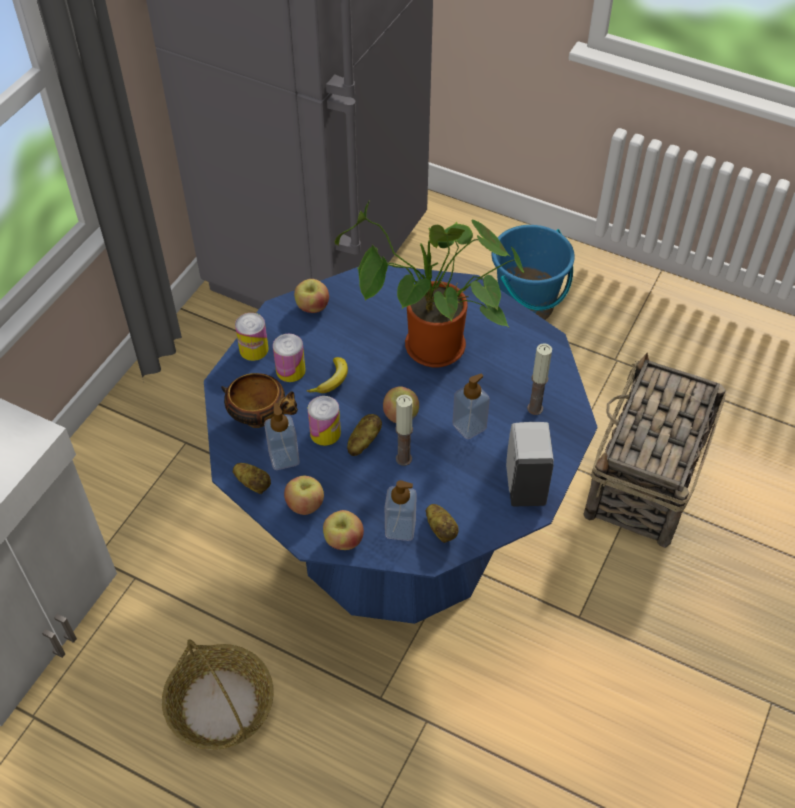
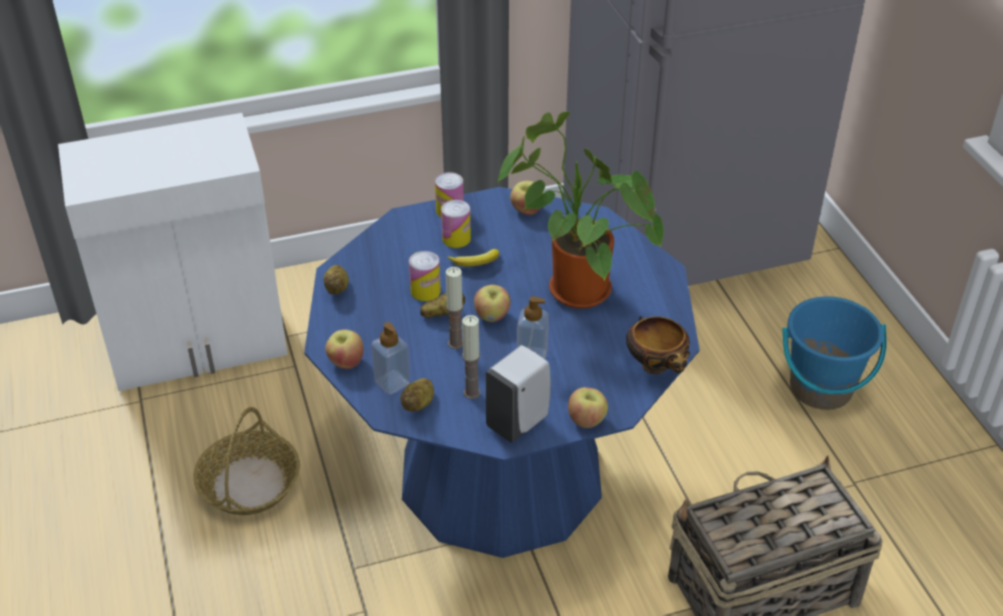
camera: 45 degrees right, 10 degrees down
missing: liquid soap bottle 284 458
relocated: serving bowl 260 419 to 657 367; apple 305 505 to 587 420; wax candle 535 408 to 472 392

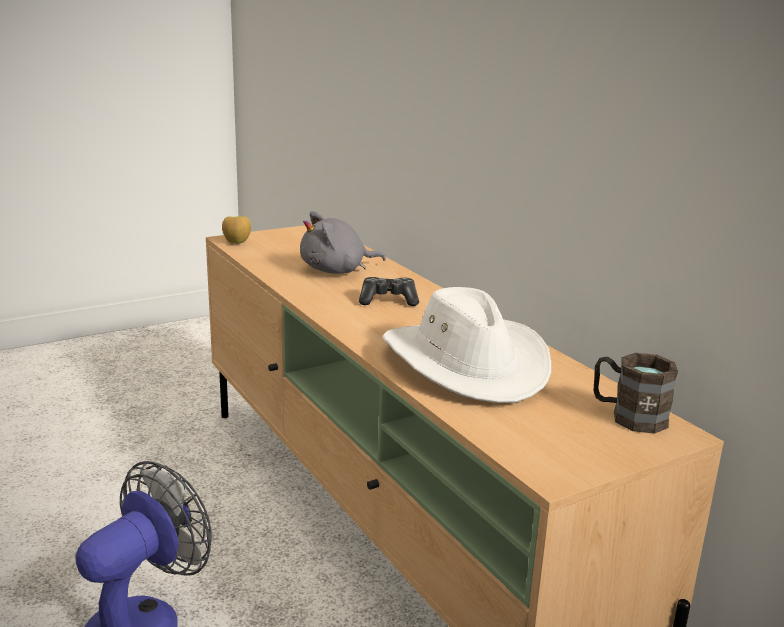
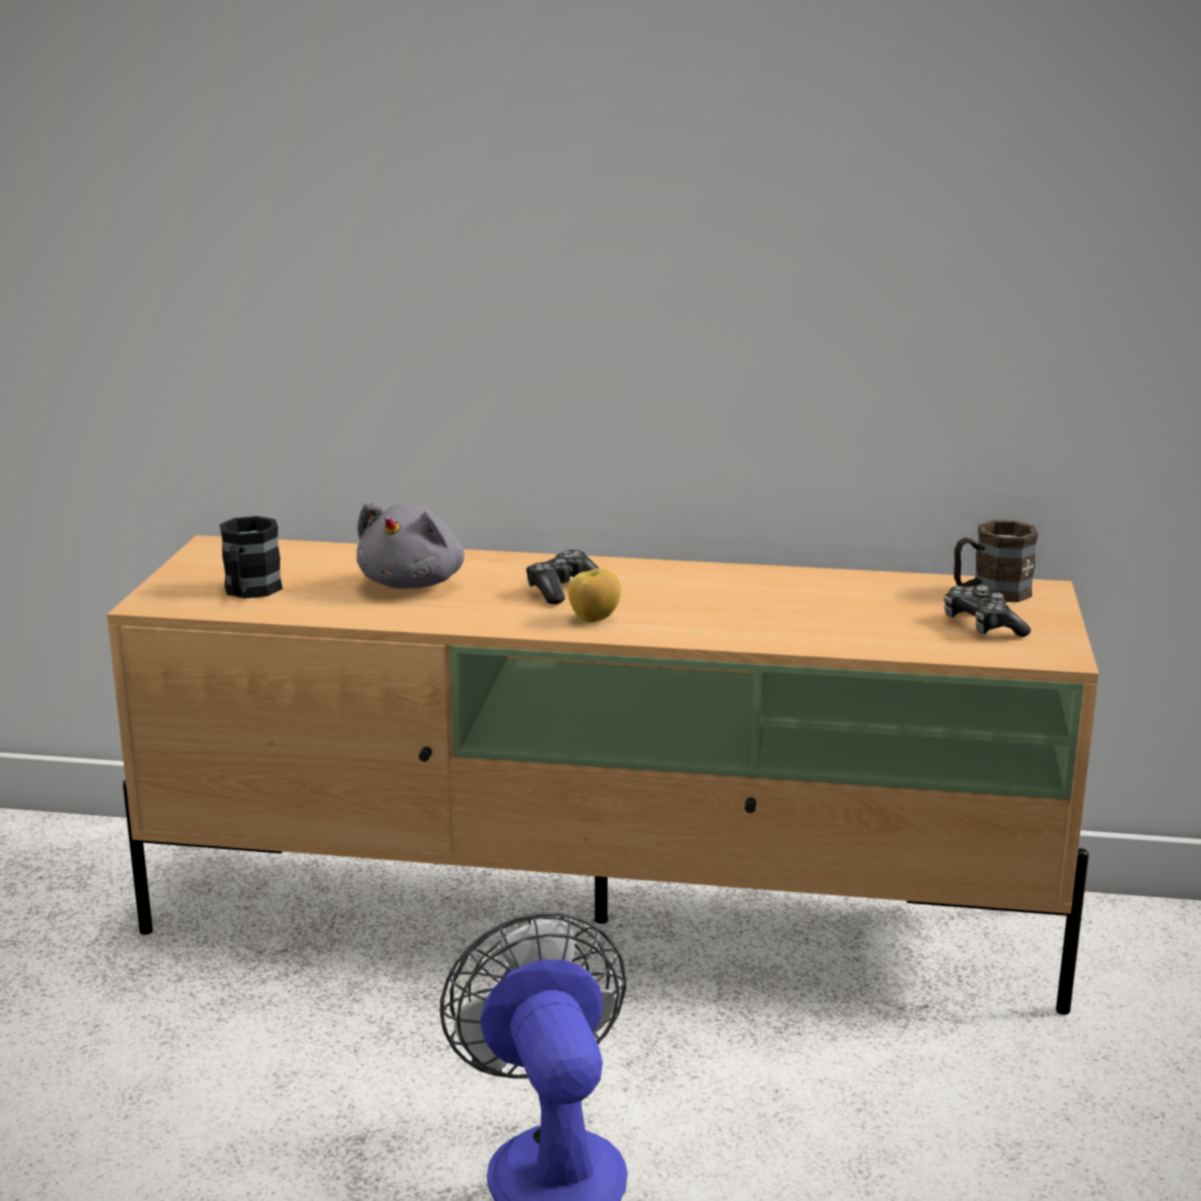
camera: 50 degrees left, 0 degrees up
missing: white wearable hat 467 363
appeared: black-coloured coffee mug 249 592; gamepad 981 626
relocated: apple 237 243 to 593 619

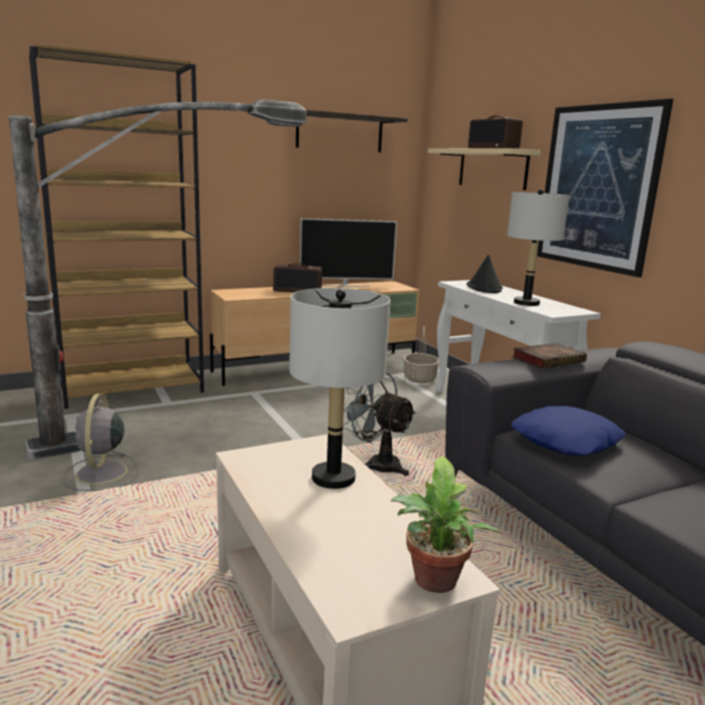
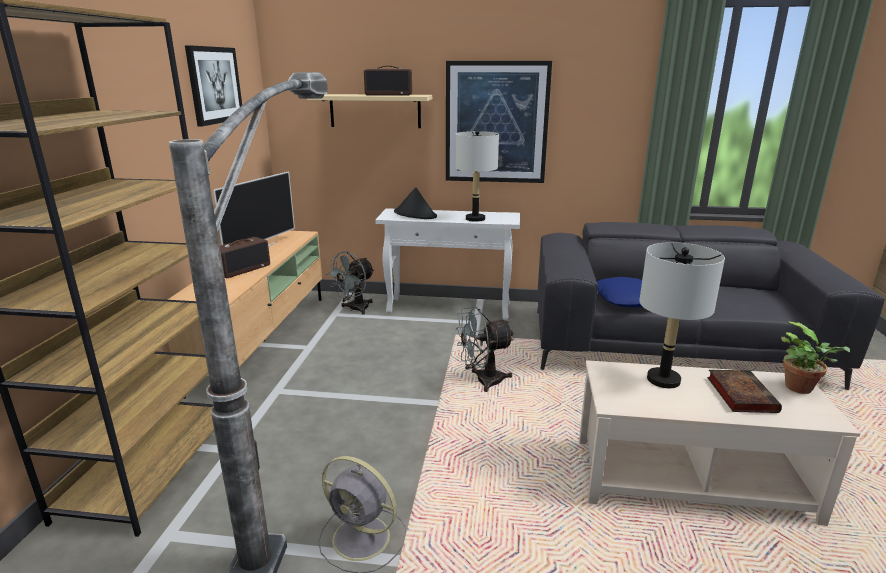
camera: 55 degrees left, 5 degrees up
relocated: bound book 549 359 to 739 394
exchanged: bracket shelf 340 132 to picture 214 85; basket 420 378 to gray cooling fan 354 309

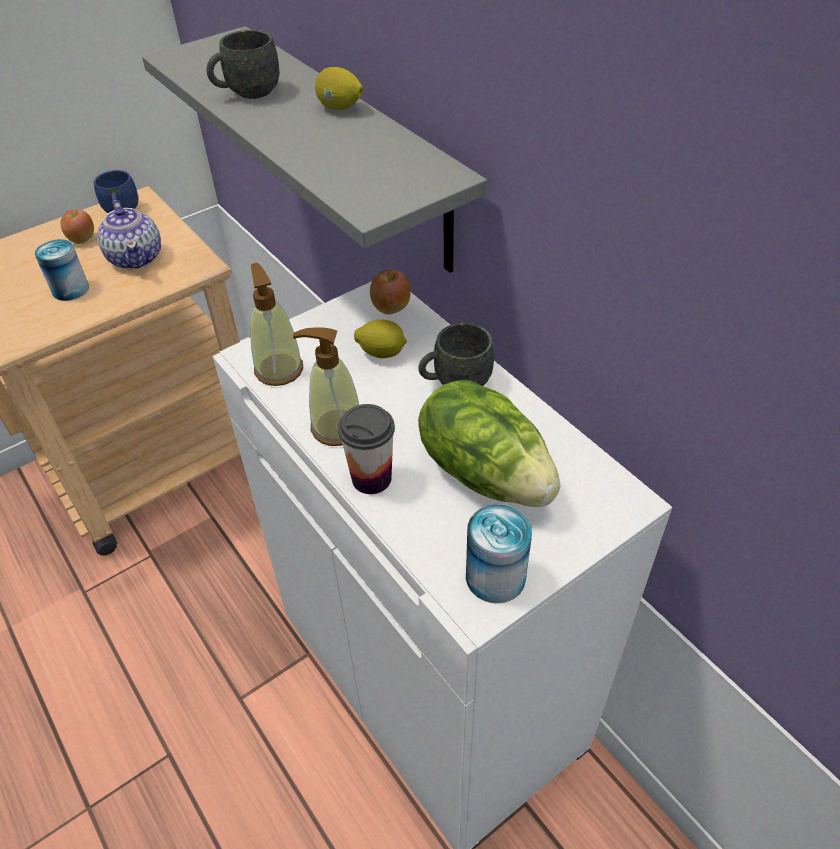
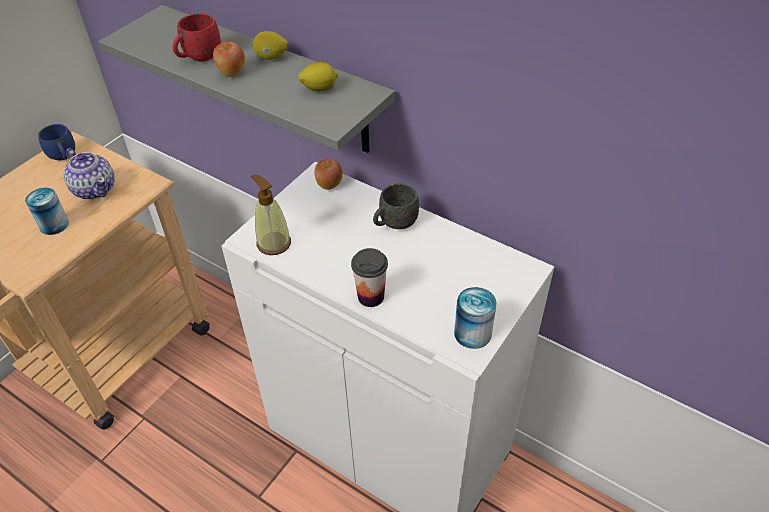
camera: 20 degrees left, 0 degrees up
missing: liquid soap bottle 336 427; head of lettuce 485 472
relocated: apple 82 239 to 231 73; whole lemon 382 353 to 319 89
colour: gray coffee mug 247 93 to red-coloured coffee mug 198 57

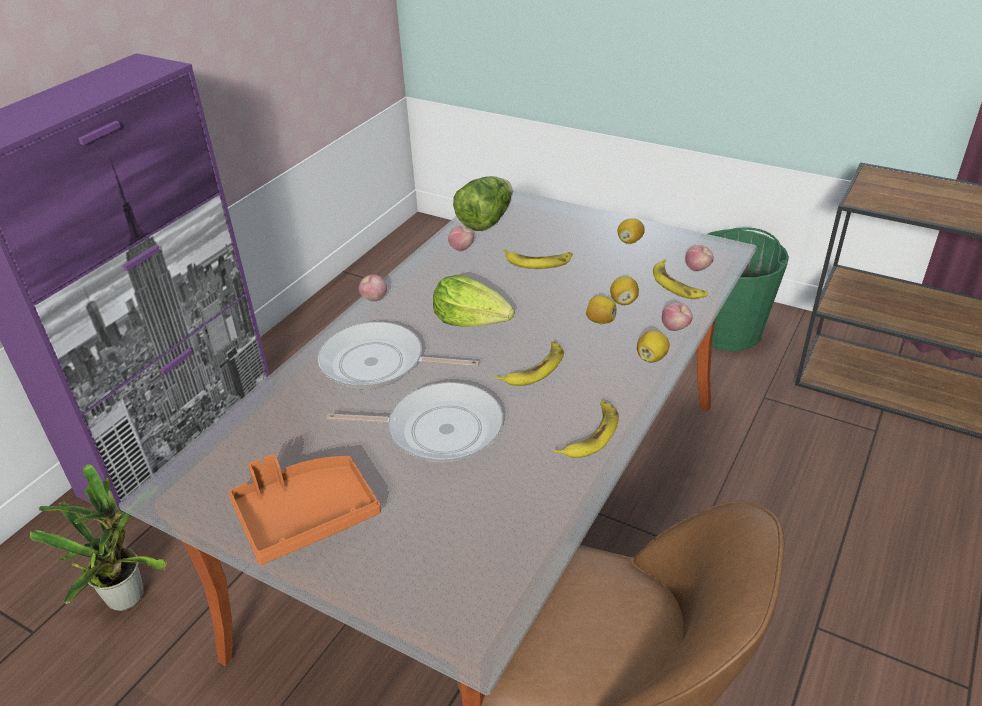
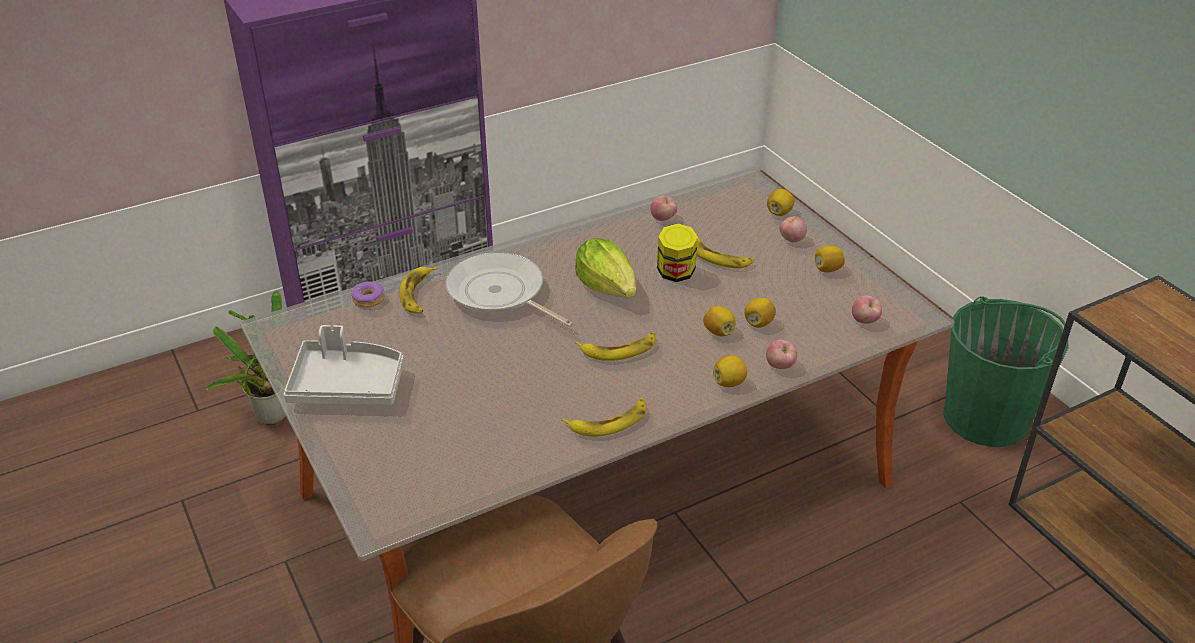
camera: 30 degrees right, 0 degrees up
missing: pan 438 429; head of lettuce 486 221
appeared: doughnut 368 299; preserve jar 676 273; whole lemon 779 212
relocated: apple 374 299 to 791 240; whole banana 677 285 to 418 294
colour: orange serving tray 306 516 to gray serving tray 347 385

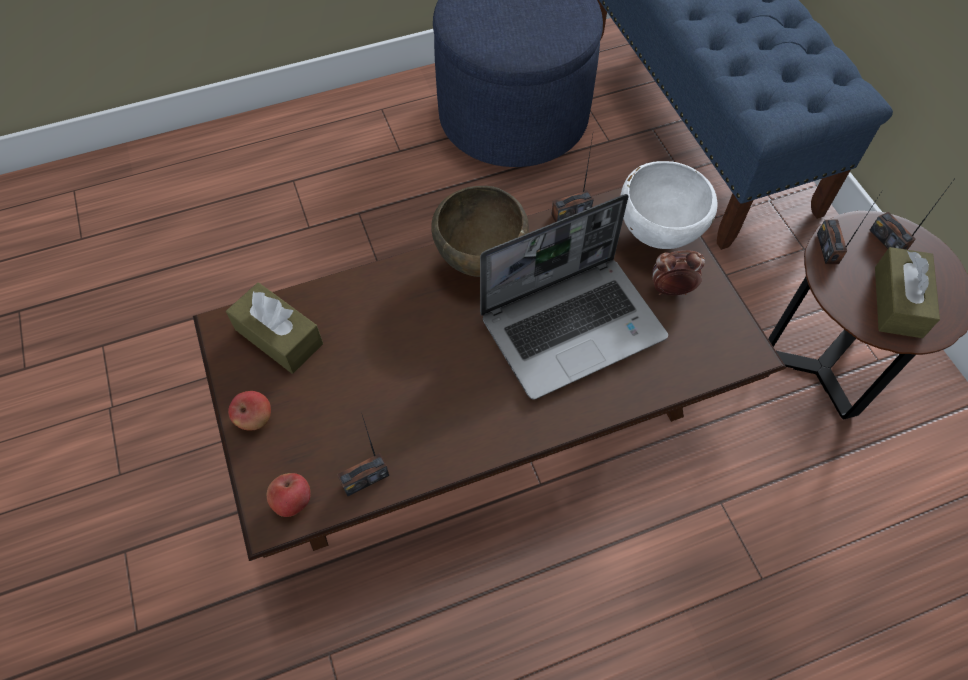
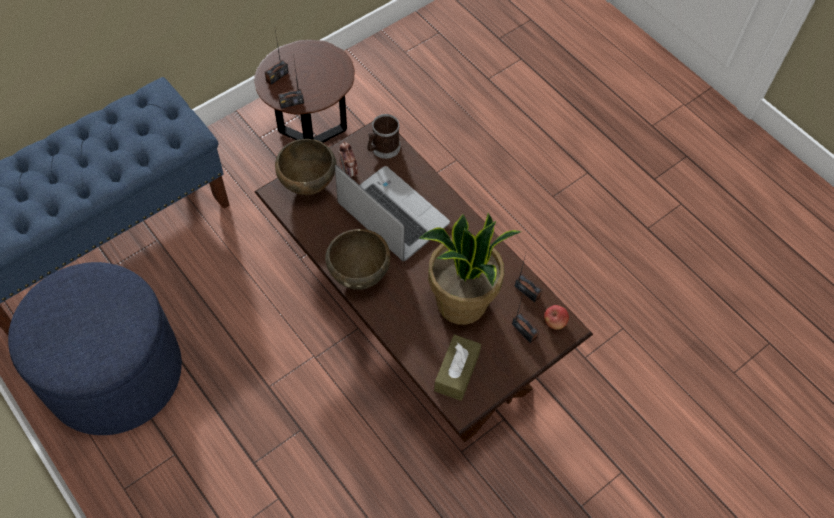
camera: 110 degrees left, 0 degrees up
missing: apple 255 419; brown-coloured tissue box 898 302
appeared: coffee mug 382 148; plant in a pot 461 303
relocated: radio 571 213 to 524 331
colour: white serving bowl 657 234 to brown-coloured serving bowl 307 185

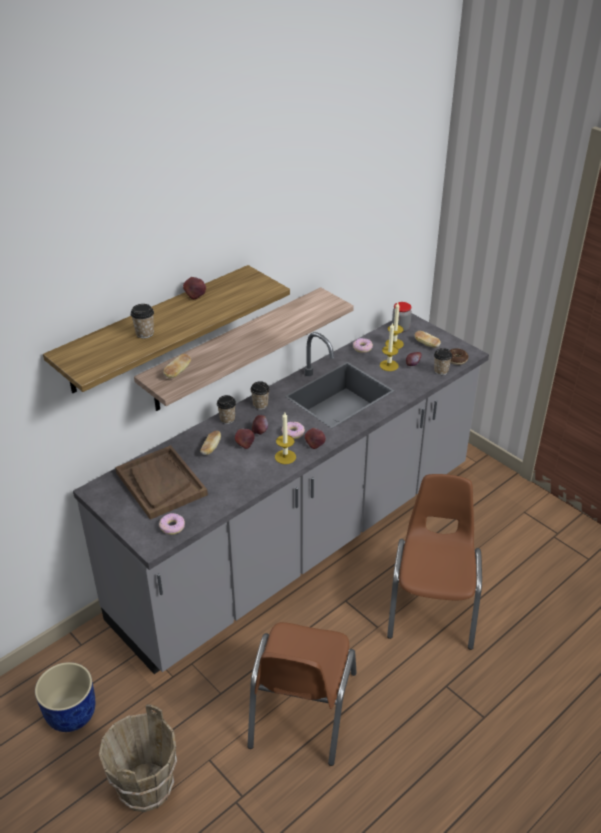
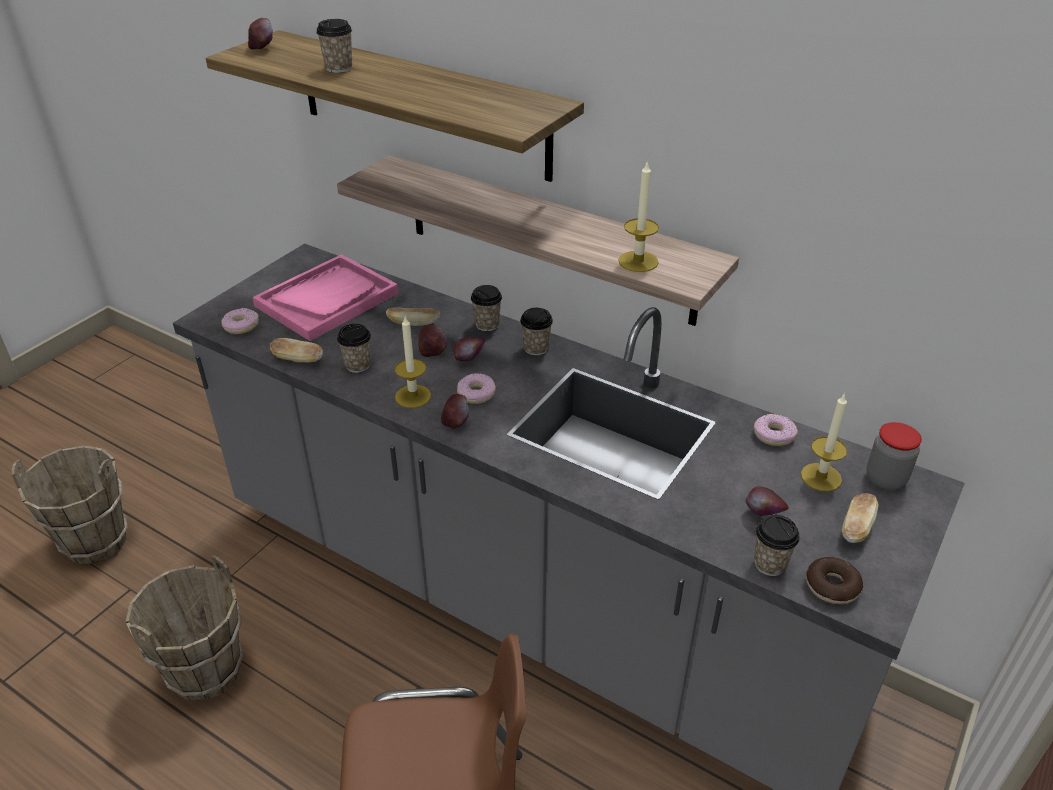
camera: 75 degrees right, 0 degrees up
missing: bluish plant pot 70 714
appeared: cup 358 365
relocated: bread 178 372 to 298 360; apple 195 295 to 262 48; wax candle 389 365 to 638 261
exchanged: brown-coloured chair 301 709 to brown-coloured water bucket 205 671
colour: brown-coloured serving tray 161 483 to pinkish serving tray 327 299

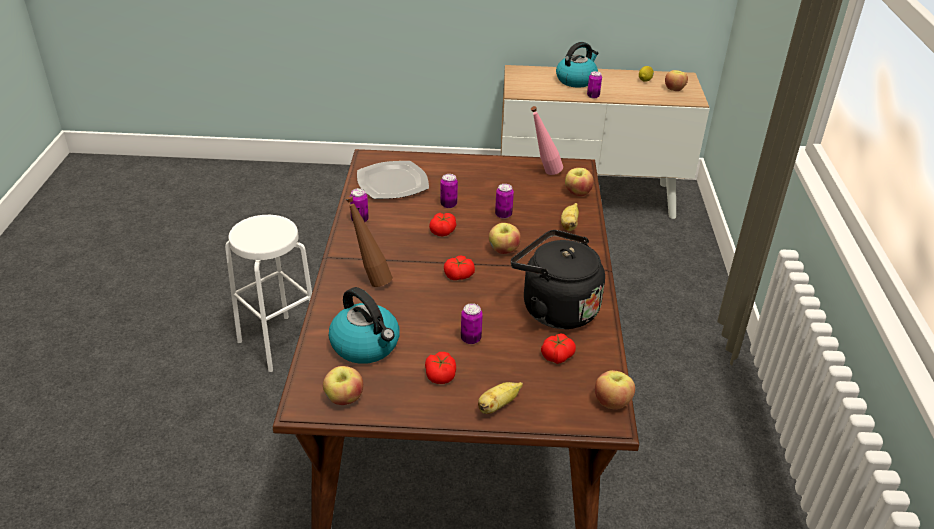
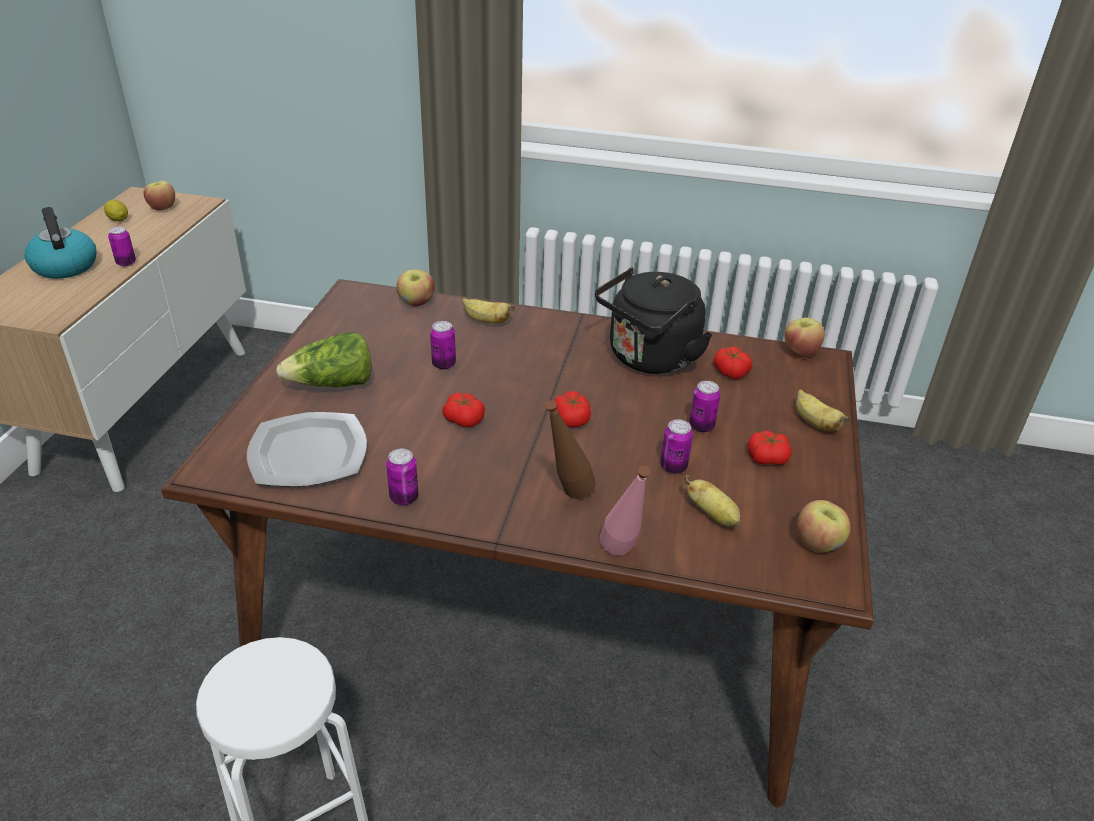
camera: 80 degrees left, 0 degrees up
missing: apple 503 250
appeared: head of lettuce 332 384
relocated: can 448 204 to 673 467; pinkish drink bottle 543 173 to 621 559
exchanged: kettle 366 345 to whole banana 713 515

